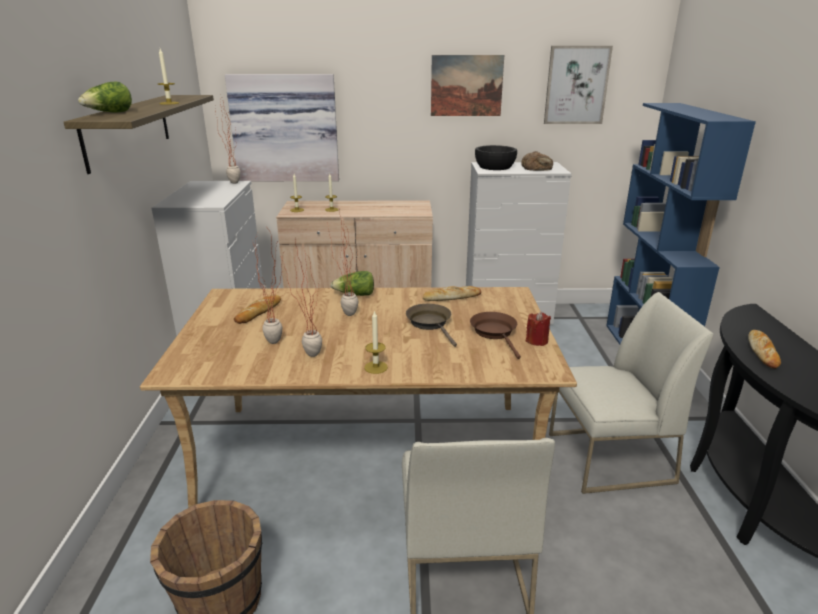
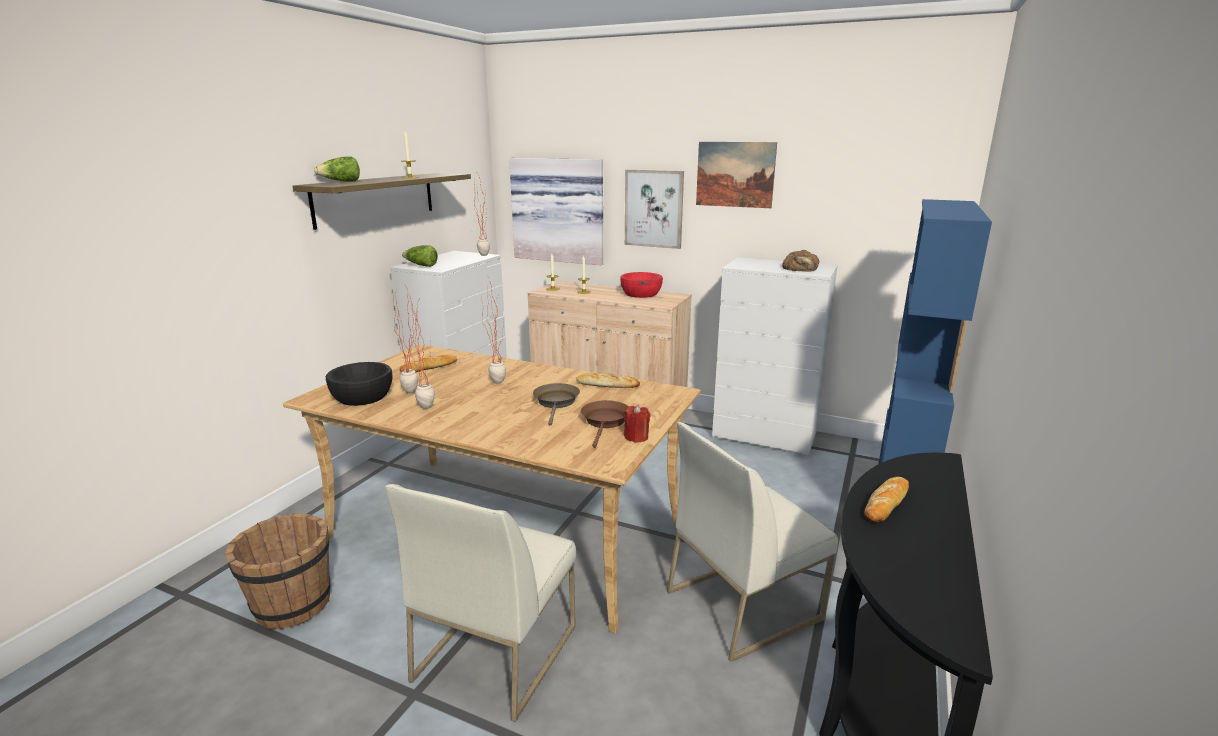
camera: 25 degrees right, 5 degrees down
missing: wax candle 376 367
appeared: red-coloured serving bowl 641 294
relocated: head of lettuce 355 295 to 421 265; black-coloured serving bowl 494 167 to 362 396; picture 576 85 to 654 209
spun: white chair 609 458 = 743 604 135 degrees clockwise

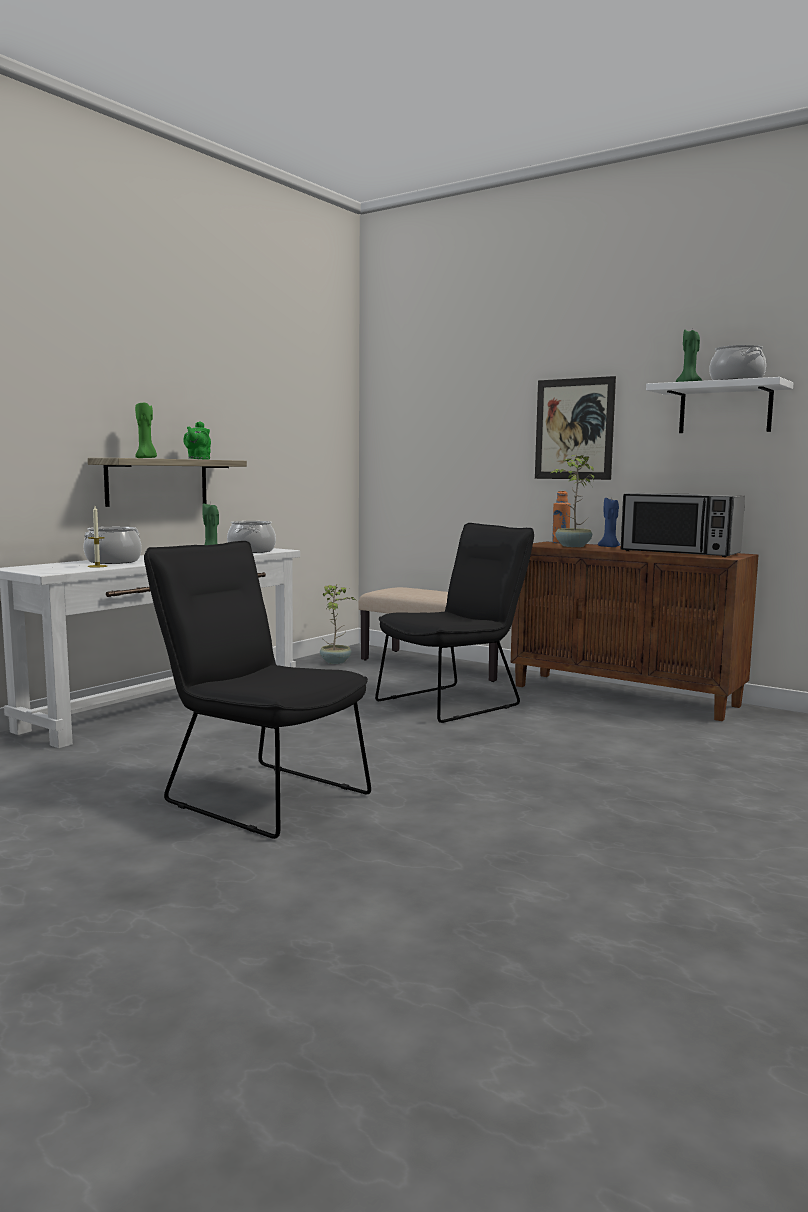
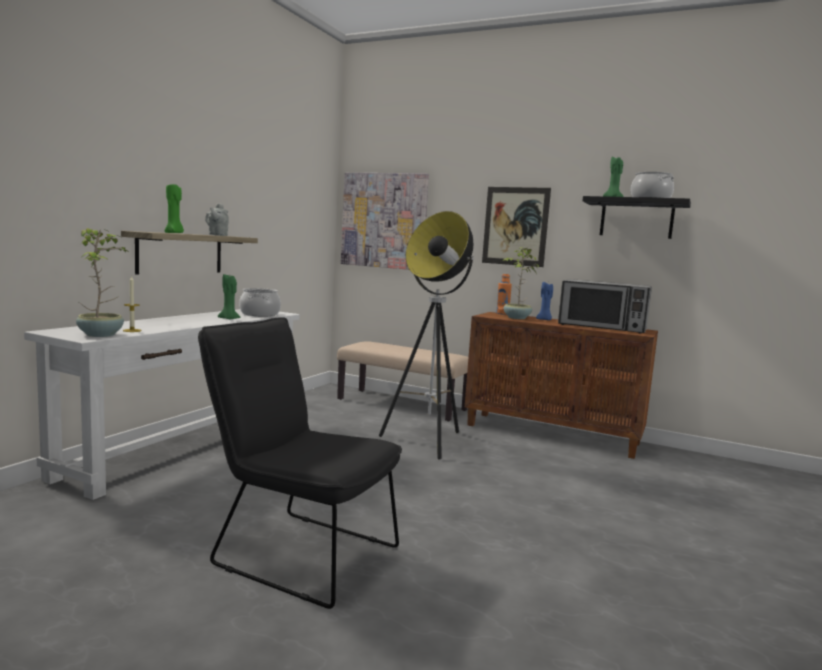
camera: 10 degrees left, 0 degrees up
missing: saucepot 113 561
appeared: picture 384 220
relocated: plant in a pot 336 661 to 101 335
exchanged: black-coloured chair 455 702 to floor lamp 428 441
colour: greenish teapot 198 459 to gray teapot 217 235; white bracket shelf 725 409 to black-coloured bracket shelf 636 219

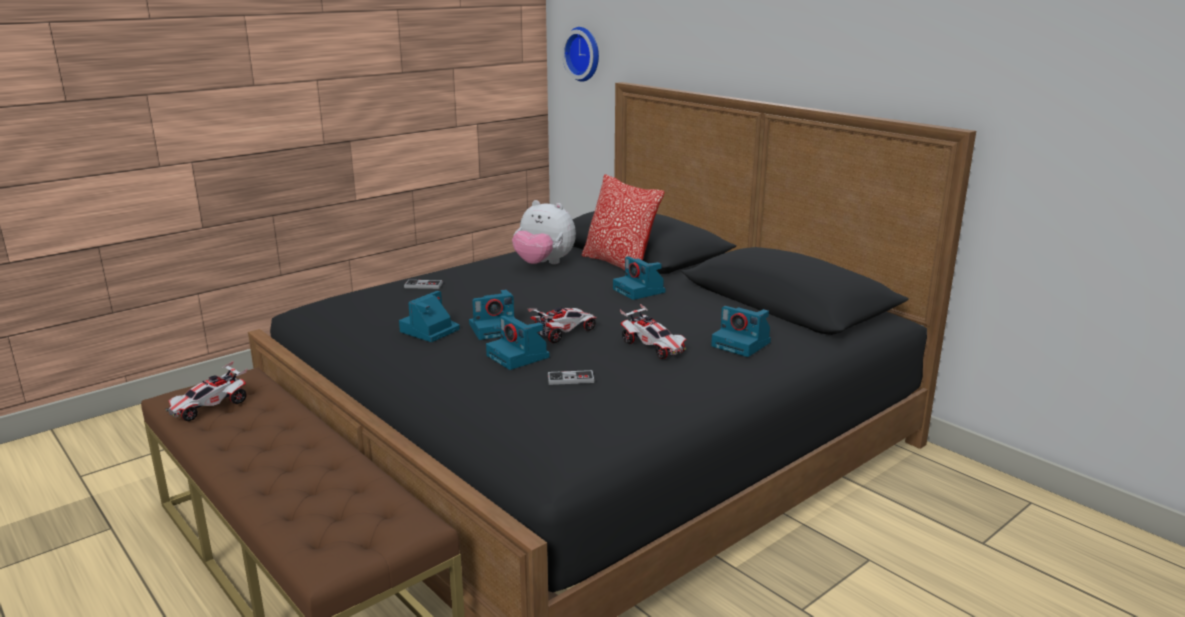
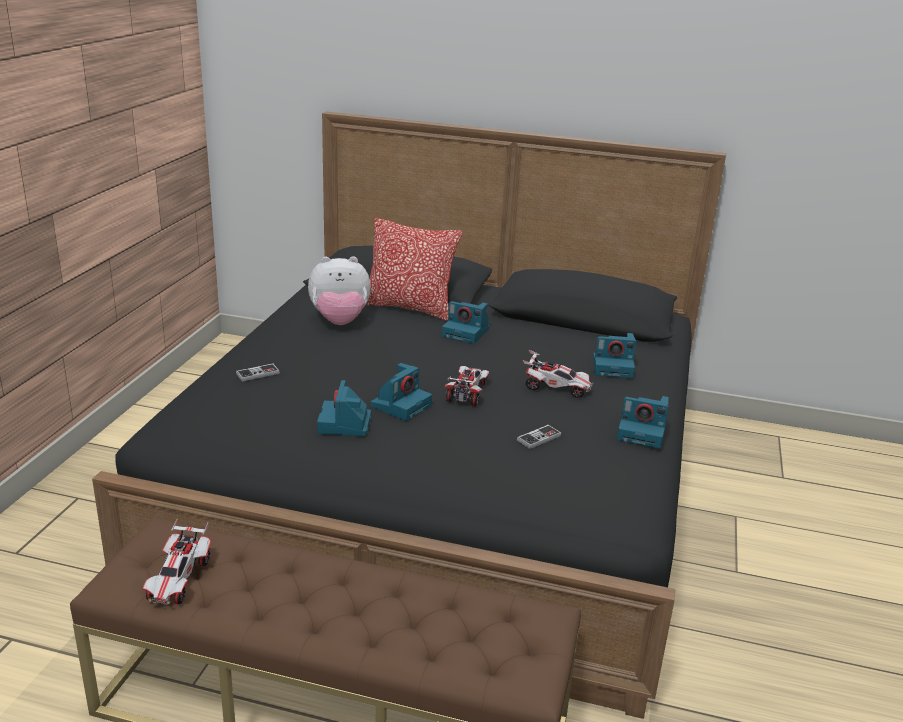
camera: 35 degrees left, 5 degrees up
missing: wall clock 584 54
relocated: photo camera 519 357 to 643 432

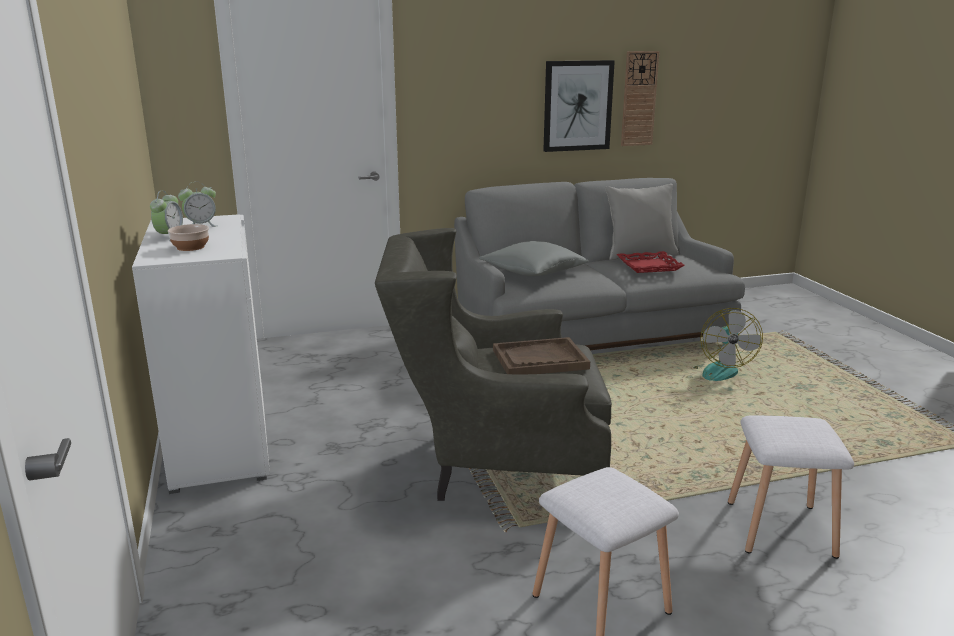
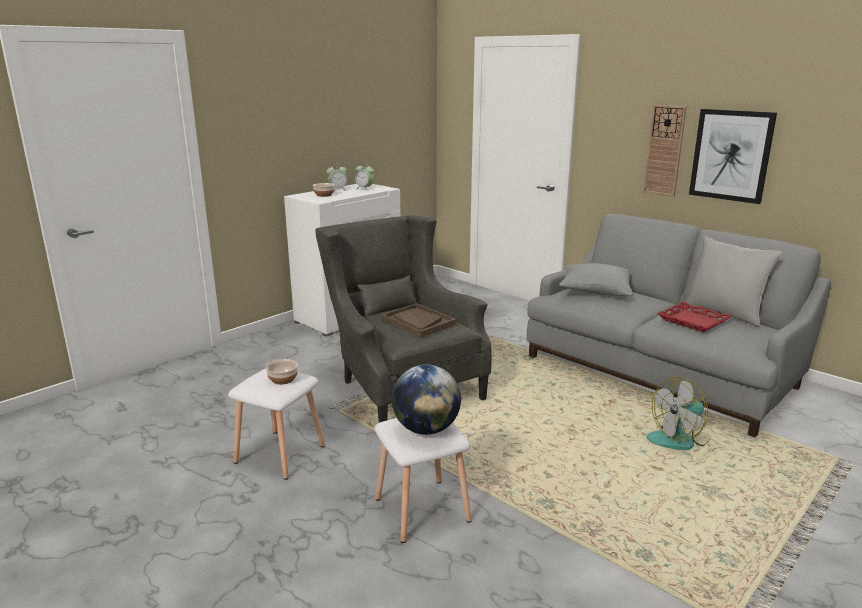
camera: 60 degrees right, 0 degrees up
appeared: serving bowl 282 379; desk globe 426 429
relocated: wall clock 639 99 to 664 150

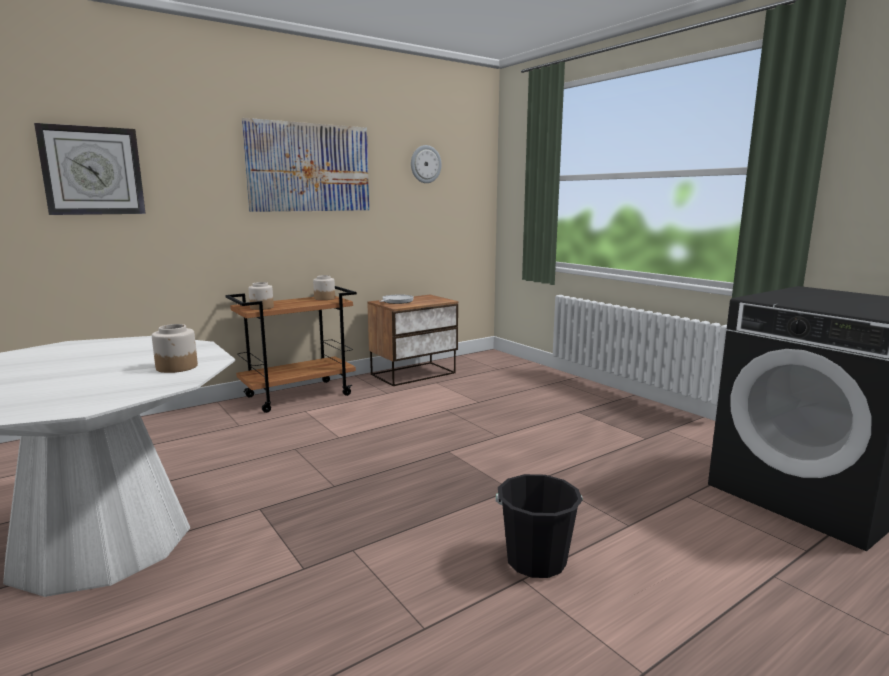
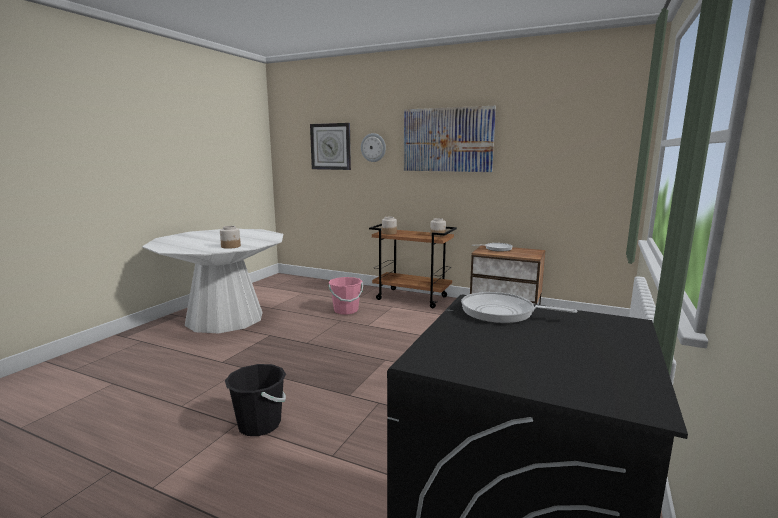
camera: 60 degrees right, 0 degrees up
appeared: pinkish water bucket 346 310; pan 502 313
relocated: wall clock 425 164 to 373 147

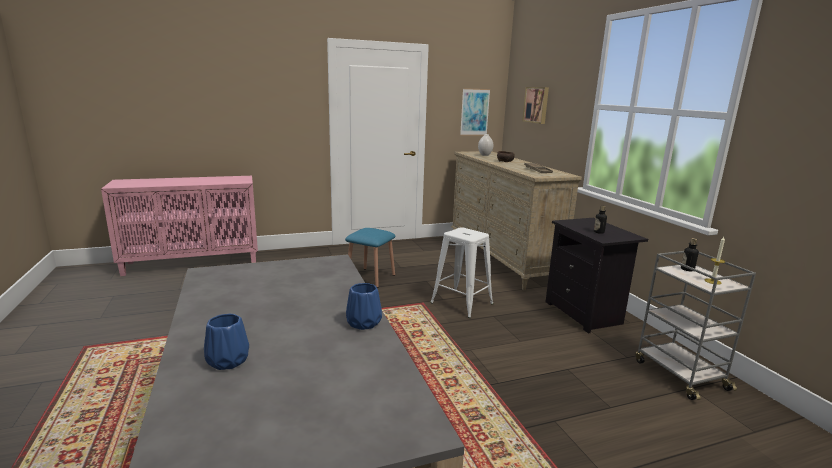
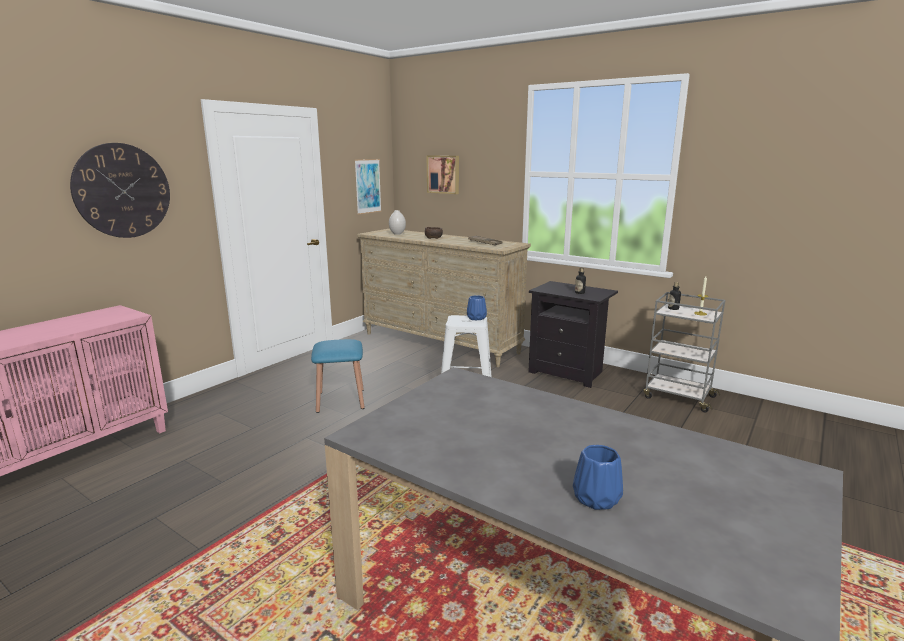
camera: 35 degrees left, 0 degrees up
appeared: wall clock 122 191
relocated: bluish flower vase 363 323 to 476 318

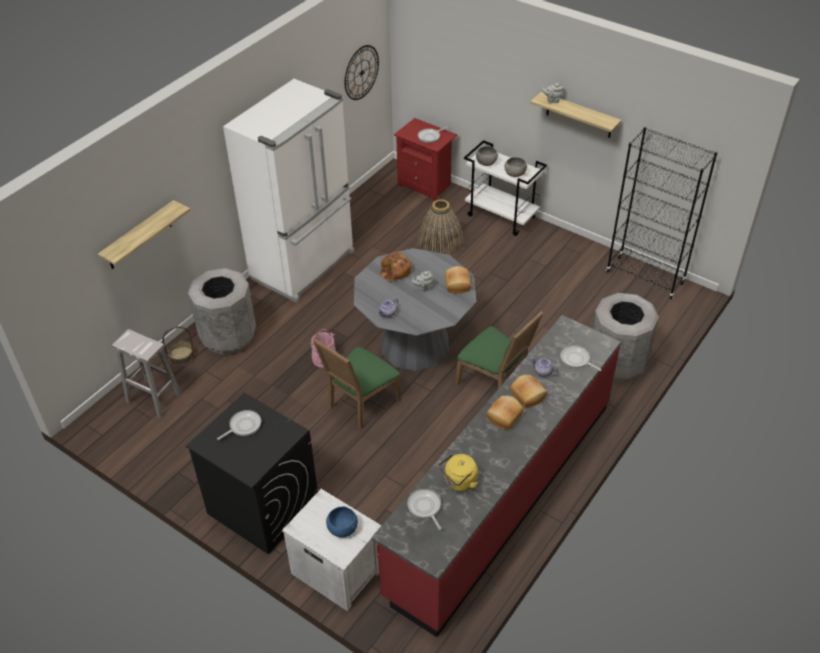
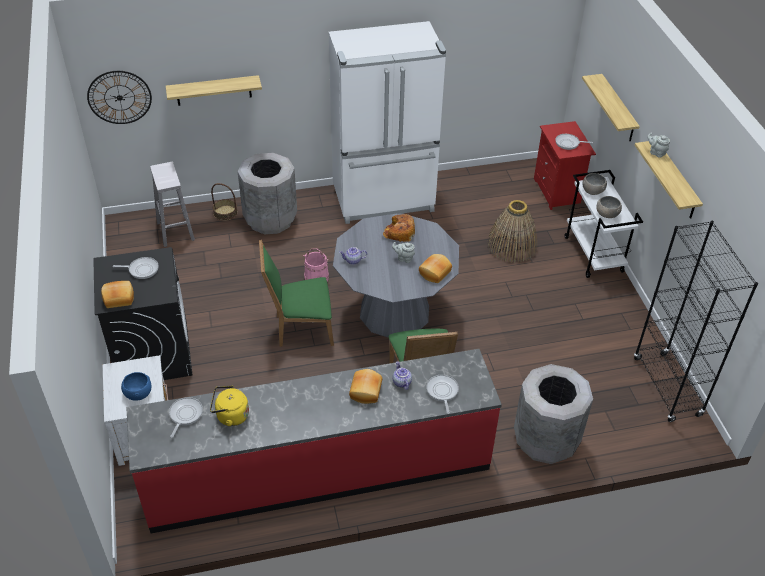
camera: 40 degrees right, 0 degrees up
appeared: bracket shelf 618 109
relocated: wall clock 361 72 to 119 97; bread 503 416 to 119 298

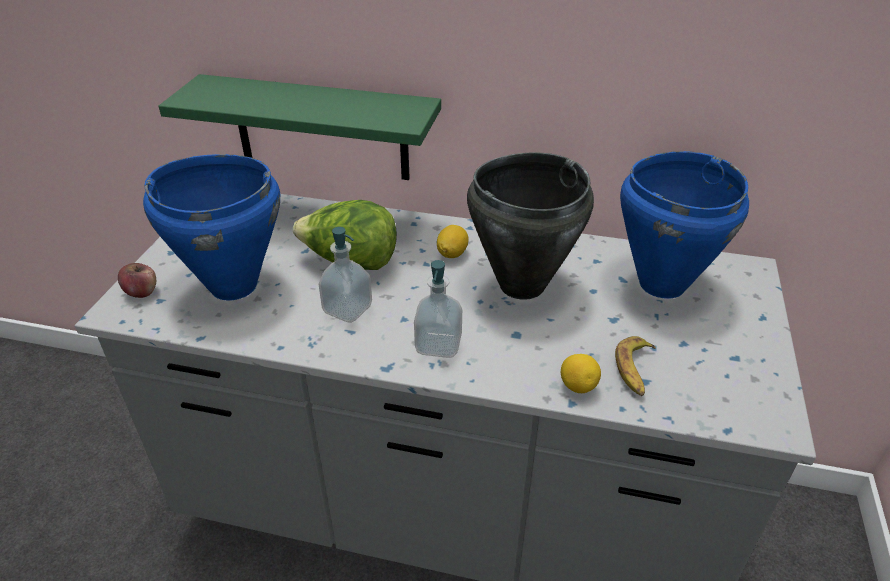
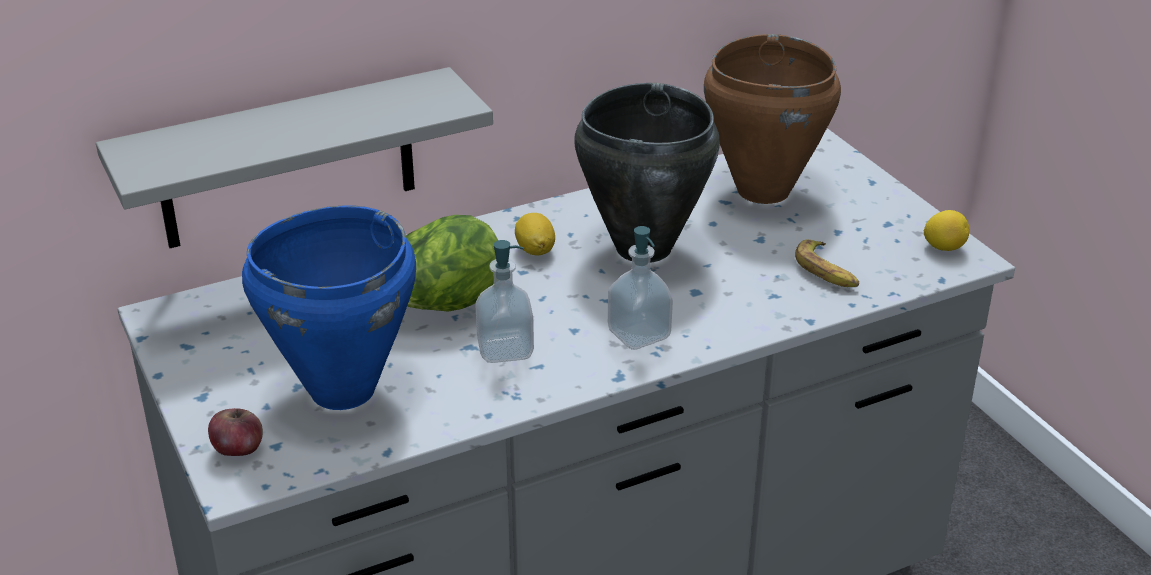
camera: 40 degrees left, 5 degrees down
relocated: whole lemon 578 386 to 944 247
colour: greenish bracket shelf 321 128 to gray bracket shelf 287 160; bluish saucepot 660 284 to brown-coloured saucepot 762 191

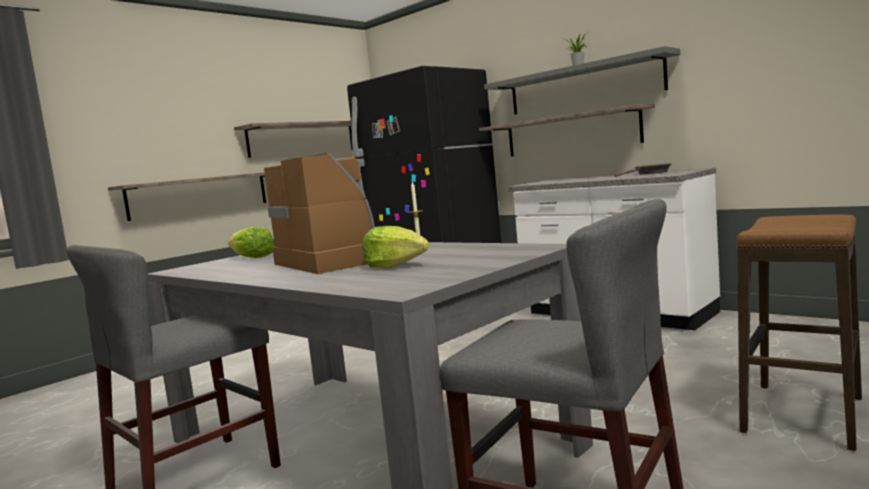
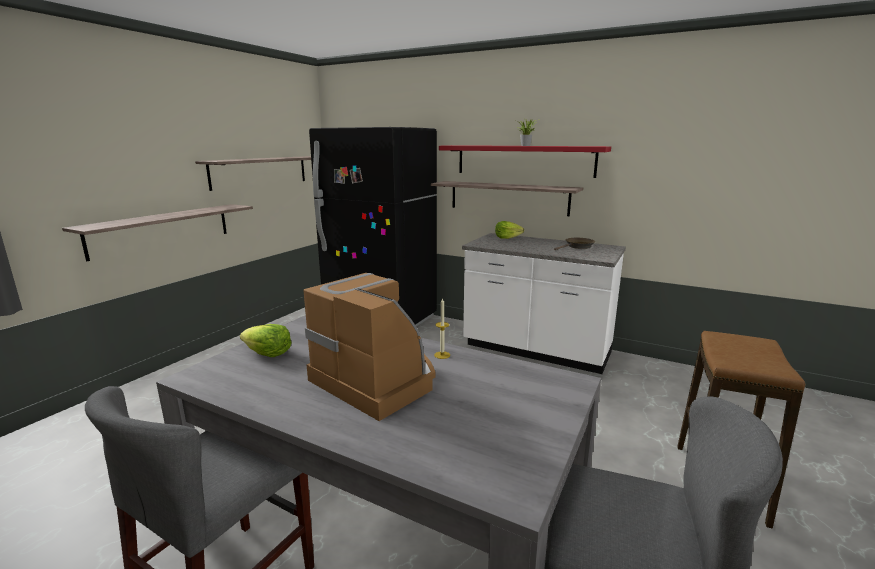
camera: 15 degrees left, 10 degrees up
relocated: head of lettuce 395 266 to 507 238
colour: gray bracket shelf 583 86 to red-coloured bracket shelf 524 160

